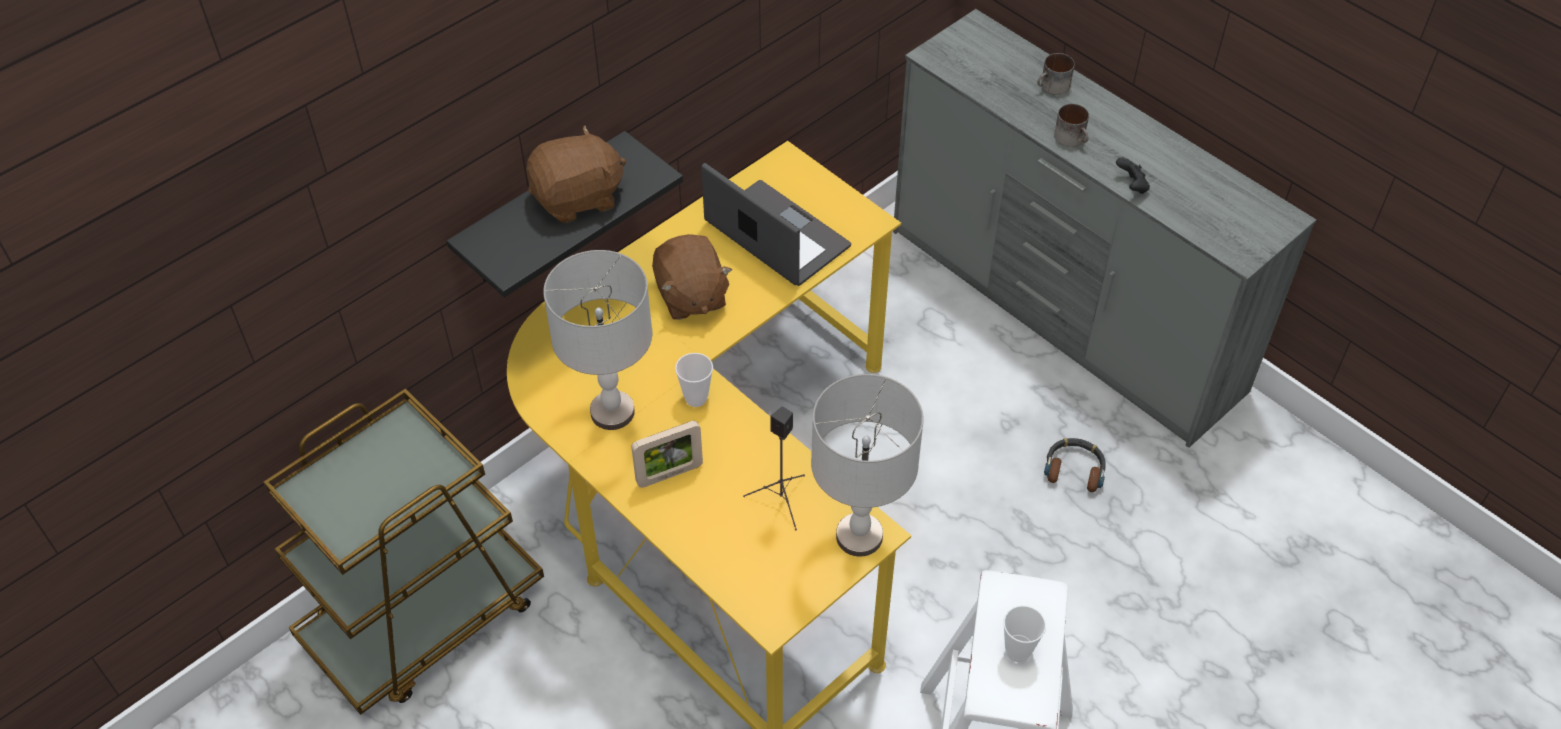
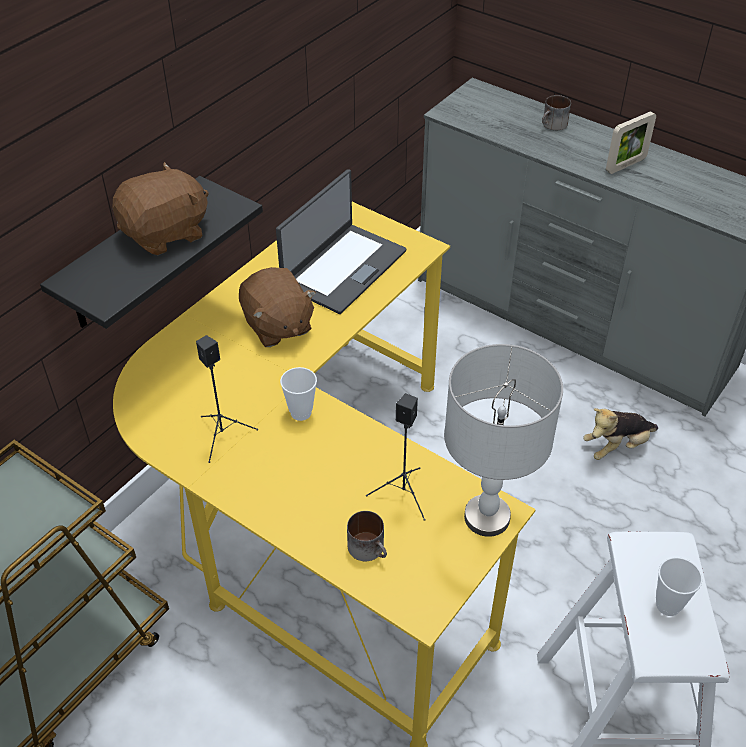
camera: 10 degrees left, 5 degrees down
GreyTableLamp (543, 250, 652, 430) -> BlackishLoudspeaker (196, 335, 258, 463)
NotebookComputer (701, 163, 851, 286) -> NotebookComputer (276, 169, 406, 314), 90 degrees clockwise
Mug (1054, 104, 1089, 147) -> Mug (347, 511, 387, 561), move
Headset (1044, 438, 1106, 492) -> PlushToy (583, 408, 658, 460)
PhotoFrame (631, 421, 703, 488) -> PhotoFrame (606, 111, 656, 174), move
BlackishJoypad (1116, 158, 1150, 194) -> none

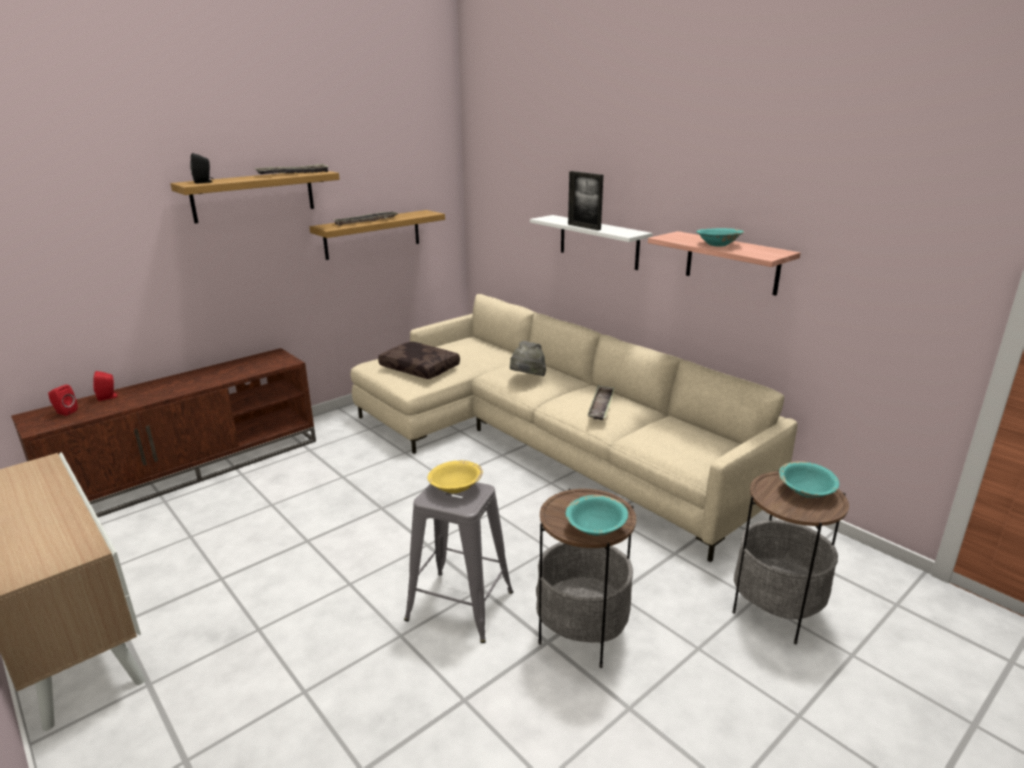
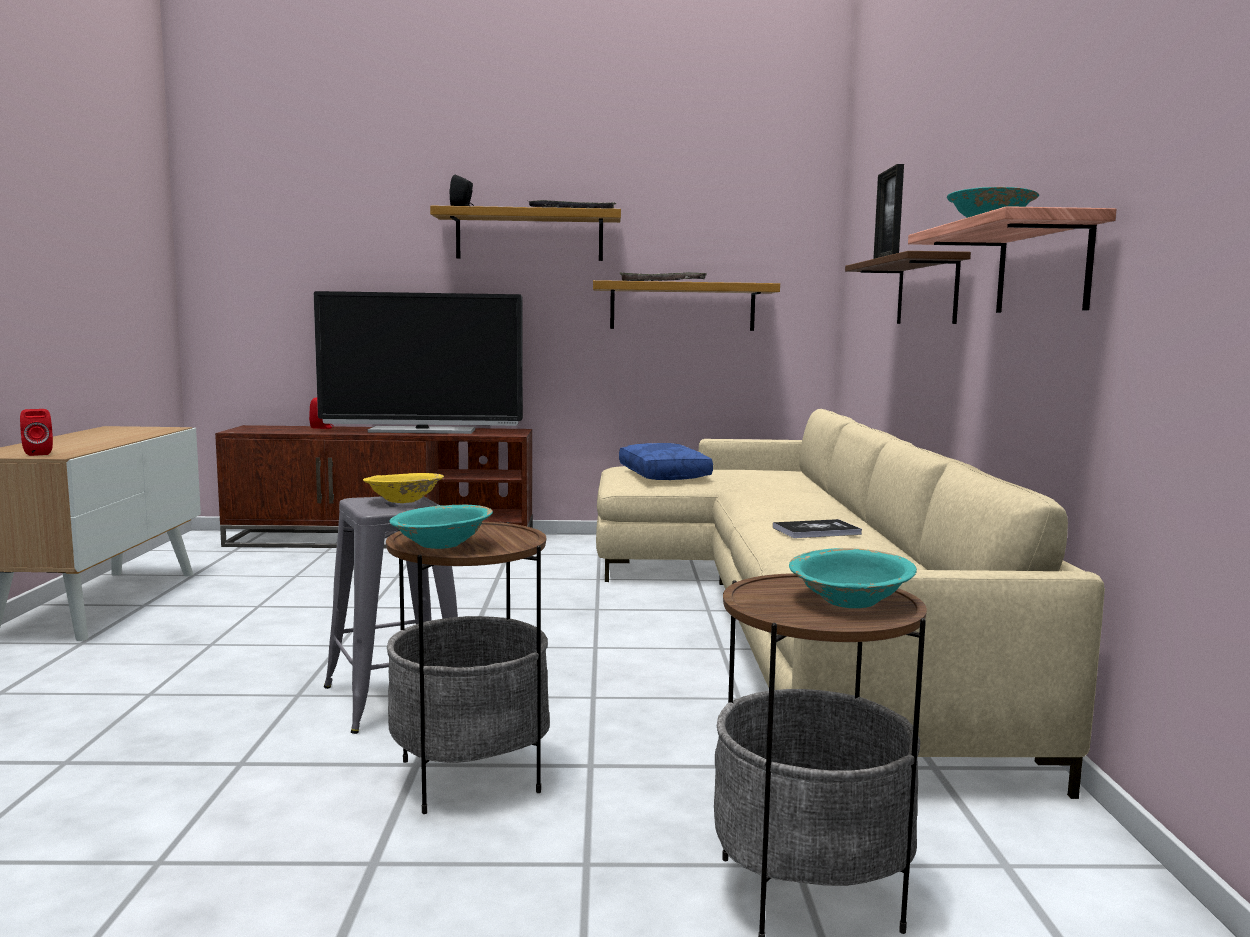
camera: 40 degrees right, 15 degrees down
RedColouredLoudspeaker (48, 384, 78, 416) -> RedColouredLoudspeaker (20, 409, 53, 456), move
none -> Television (314, 291, 523, 434)
BrownishPillow (378, 342, 460, 379) -> BluishPillow (619, 443, 713, 480)
Tray (588, 385, 615, 420) -> Book (773, 519, 862, 538)
WhiteWallShelf (530, 215, 653, 270) -> BrownishWallShelf (845, 251, 971, 324)
GreyClothingHat (510, 341, 546, 376) -> none

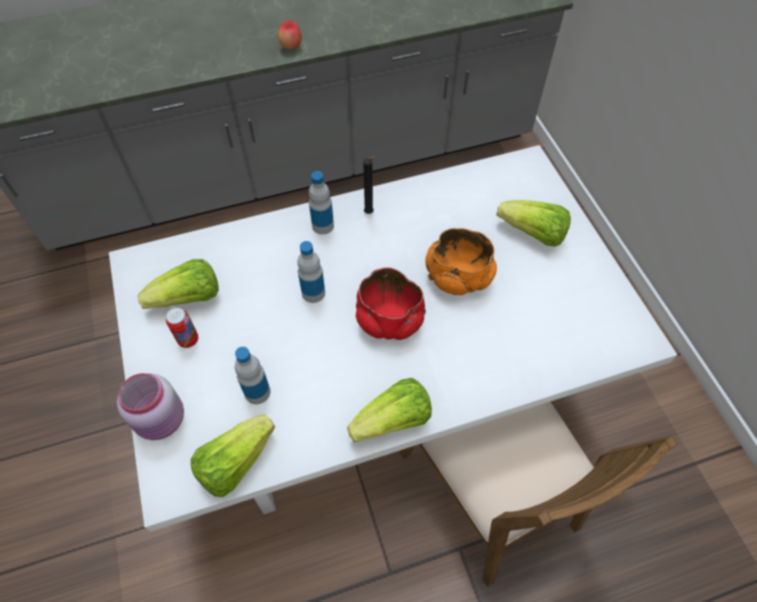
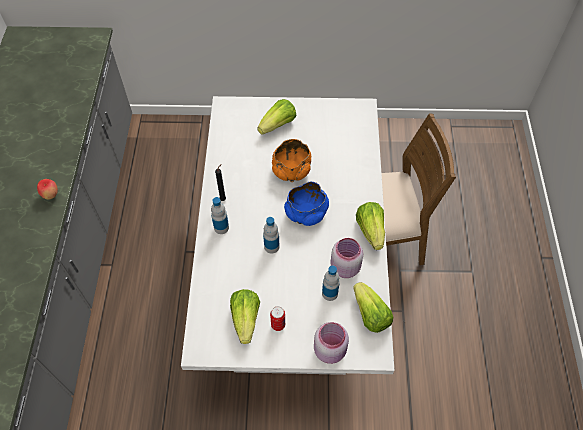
camera: 70 degrees left, 0 degrees up
RedColouredBowl (356, 268, 426, 340) -> BluishBowl (284, 182, 329, 226)
none -> PinkJar (330, 238, 363, 278)

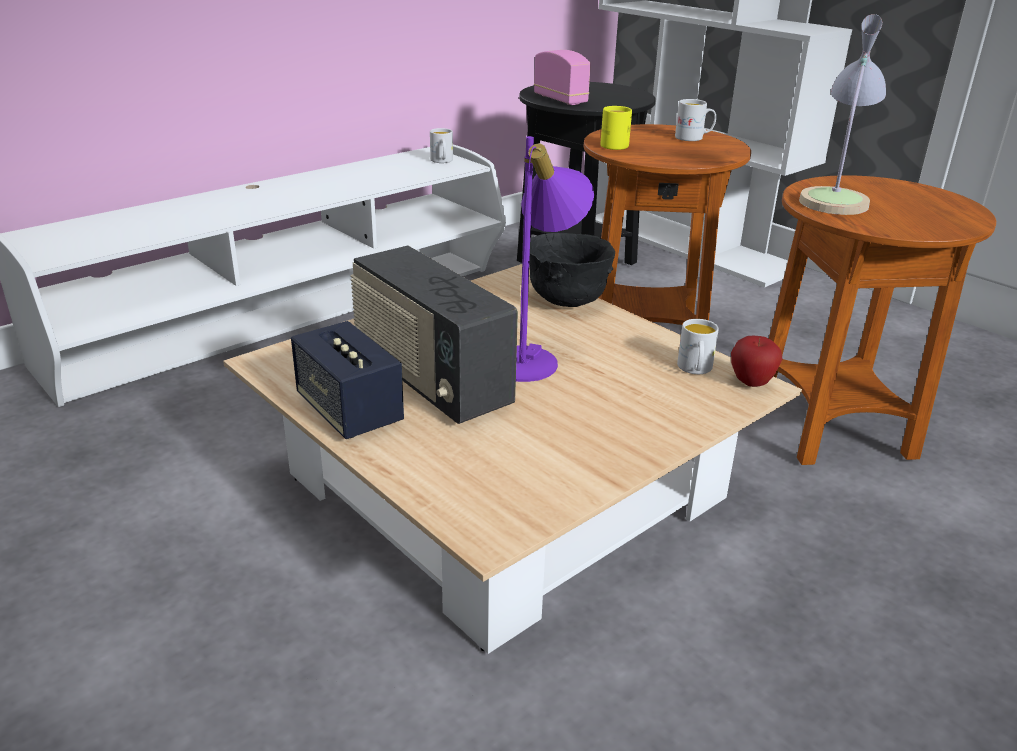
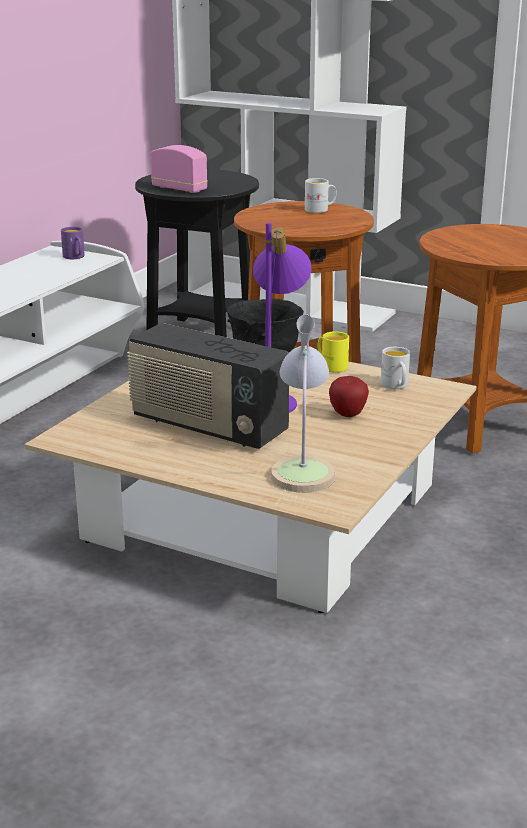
camera: 20 degrees left, 5 degrees down
WhiteMug (430, 128, 453, 163) -> PurpleColouredMug (61, 227, 85, 259)
TableLamp (799, 14, 886, 215) -> TableLamp (271, 314, 335, 493), move
YellowishMug (600, 106, 632, 150) -> YellowishMug (318, 331, 349, 373), move
Apple (731, 335, 782, 387) -> Apple (329, 376, 369, 417), move
Loudspeaker (291, 321, 404, 439) -> none

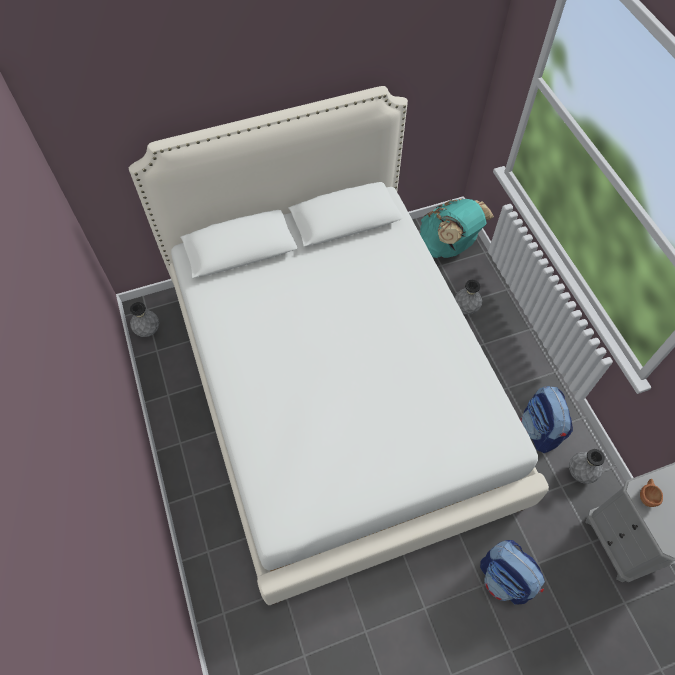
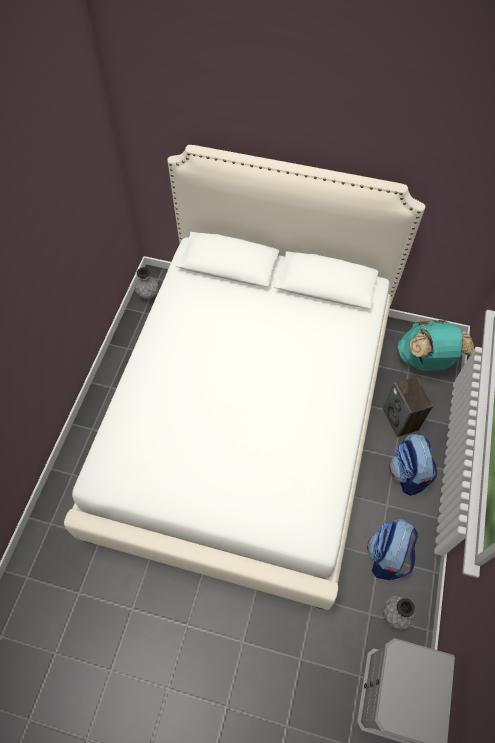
camera: 35 degrees right, 0 degrees up
GreyDecorativeVase (455, 280, 482, 315) -> Loudspeaker (383, 377, 433, 437)
Rucksack (480, 540, 545, 605) -> Rucksack (389, 434, 437, 496), move
BrownishCup (640, 479, 663, 507) -> none

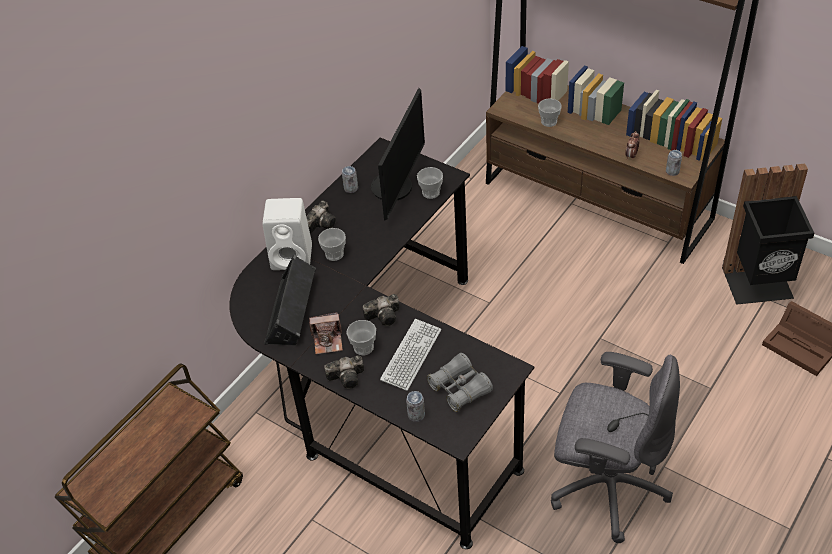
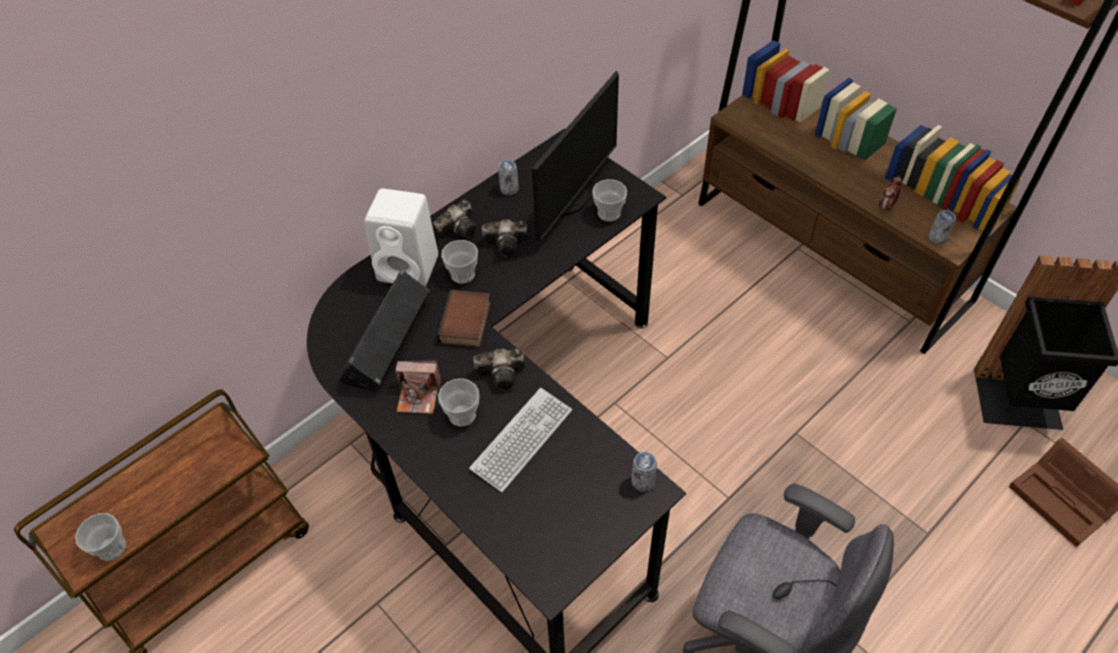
camera: 10 degrees right, 5 degrees up
Cup (538, 99, 562, 127) -> Cup (75, 513, 126, 561), move
none -> Book (436, 290, 491, 348)
StillCamera (324, 355, 364, 389) -> StillCamera (482, 219, 528, 257), move
SealedCan (406, 391, 425, 422) -> SealedCan (631, 452, 657, 492), move
GreyBinoculars (427, 353, 493, 412) -> none

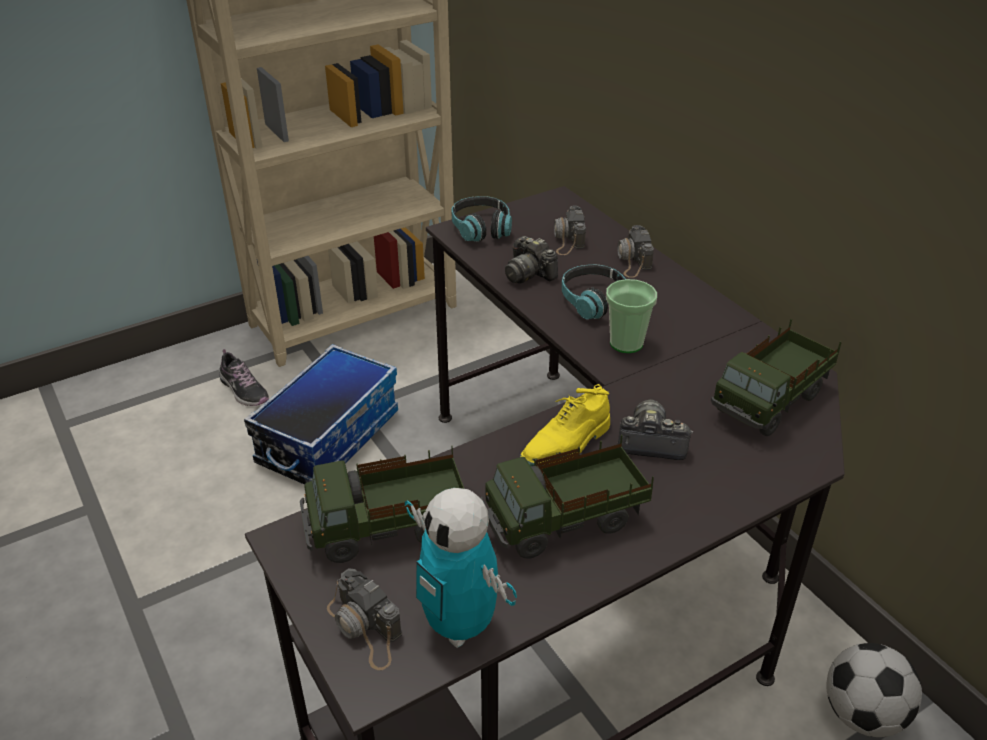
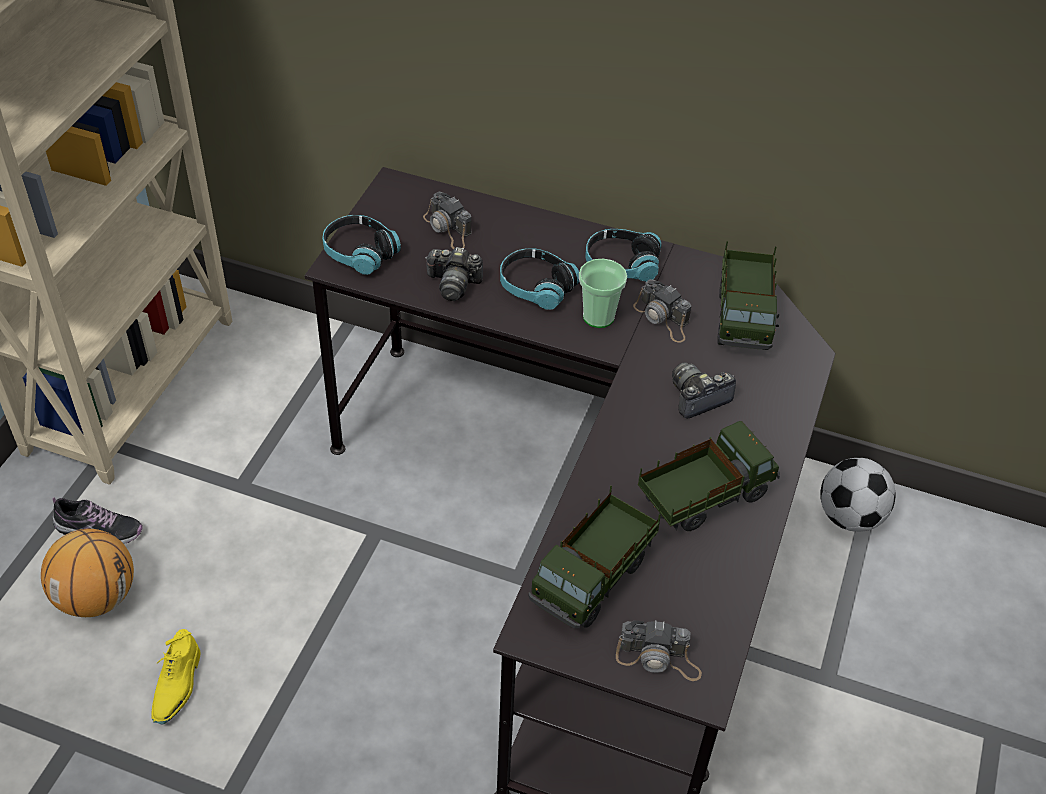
camera: 40 degrees left, 10 degrees up
none -> BallForBasketball (41, 529, 134, 617)
YellowishLowShoe (520, 384, 610, 466) -> YellowishLowShoe (151, 629, 200, 724), move
none -> Headset (585, 229, 662, 282)
StillCamera (617, 225, 654, 278) -> StillCamera (633, 279, 691, 343), move
ToyLorry (481, 435, 654, 558) -> ToyLorry (638, 421, 780, 531), 150 degrees counterclockwise
StorageBox (244, 344, 398, 485) -> none
ToyRobot (405, 488, 517, 648) -> none

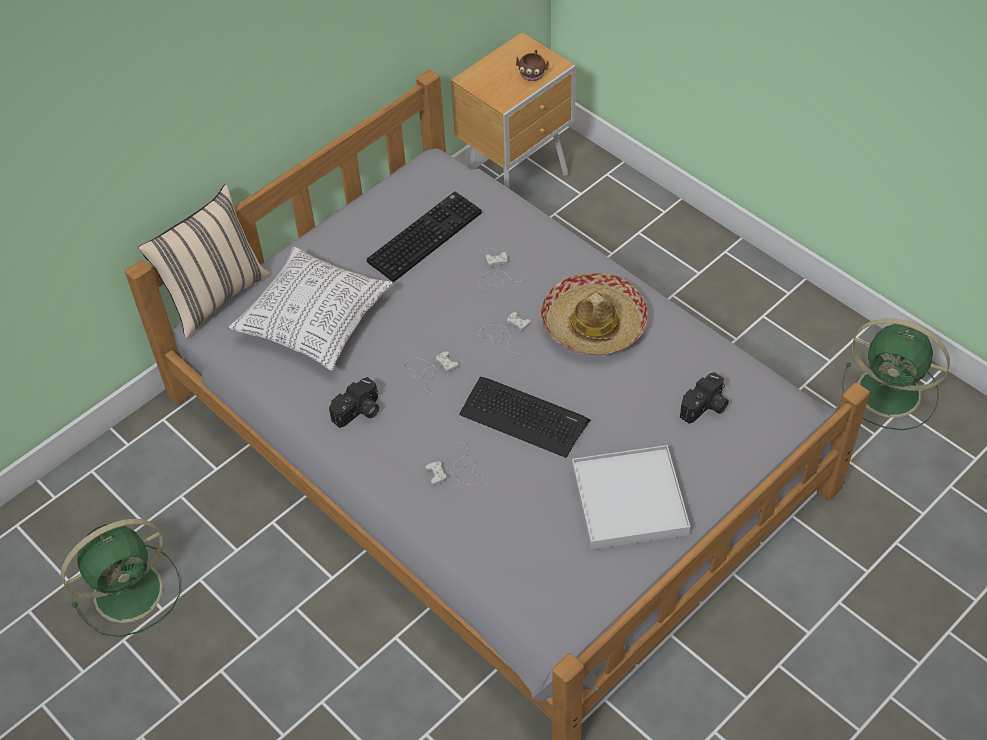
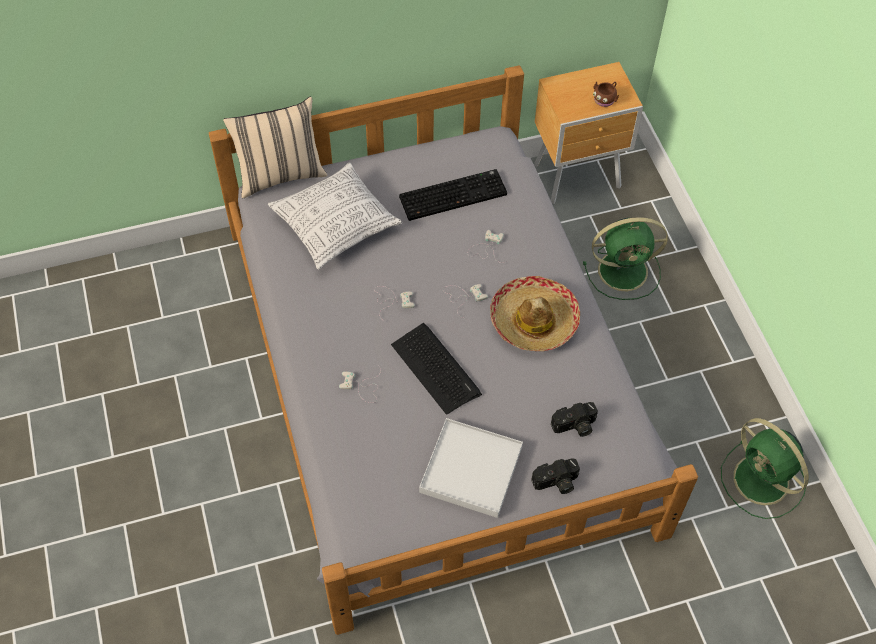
camera: 25 degrees right, 5 degrees up
StillCamera (329, 377, 379, 428) -> StillCamera (531, 458, 580, 494), move
GreenColouredCoolingFan (61, 519, 181, 637) -> GreenColouredCoolingFan (583, 217, 668, 300), move

